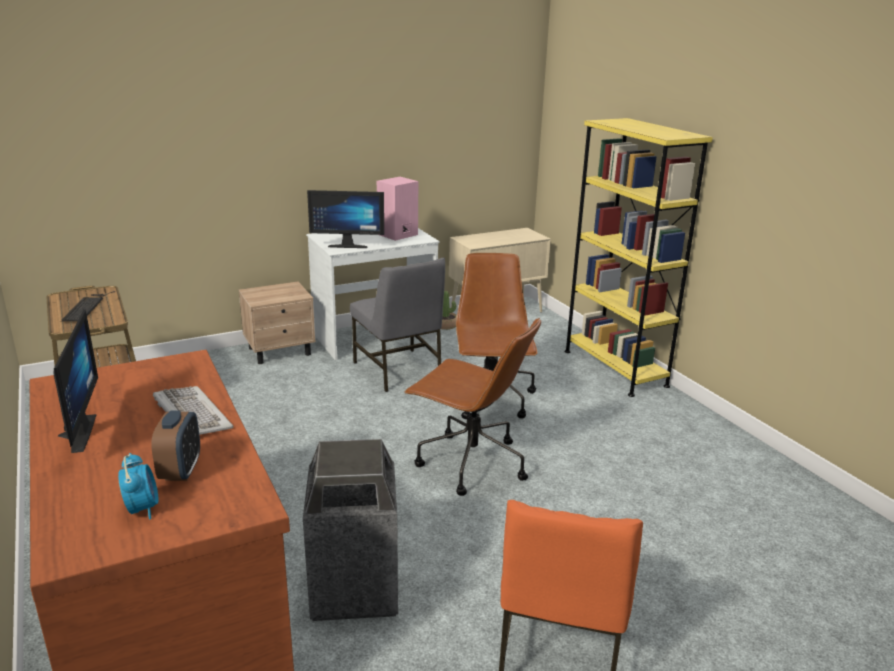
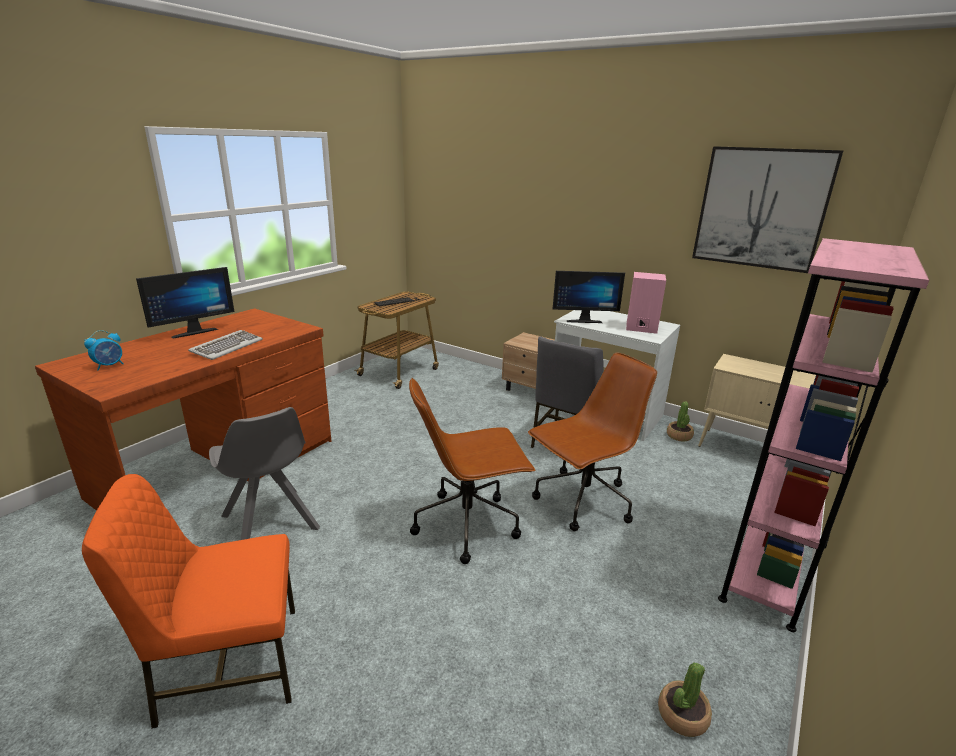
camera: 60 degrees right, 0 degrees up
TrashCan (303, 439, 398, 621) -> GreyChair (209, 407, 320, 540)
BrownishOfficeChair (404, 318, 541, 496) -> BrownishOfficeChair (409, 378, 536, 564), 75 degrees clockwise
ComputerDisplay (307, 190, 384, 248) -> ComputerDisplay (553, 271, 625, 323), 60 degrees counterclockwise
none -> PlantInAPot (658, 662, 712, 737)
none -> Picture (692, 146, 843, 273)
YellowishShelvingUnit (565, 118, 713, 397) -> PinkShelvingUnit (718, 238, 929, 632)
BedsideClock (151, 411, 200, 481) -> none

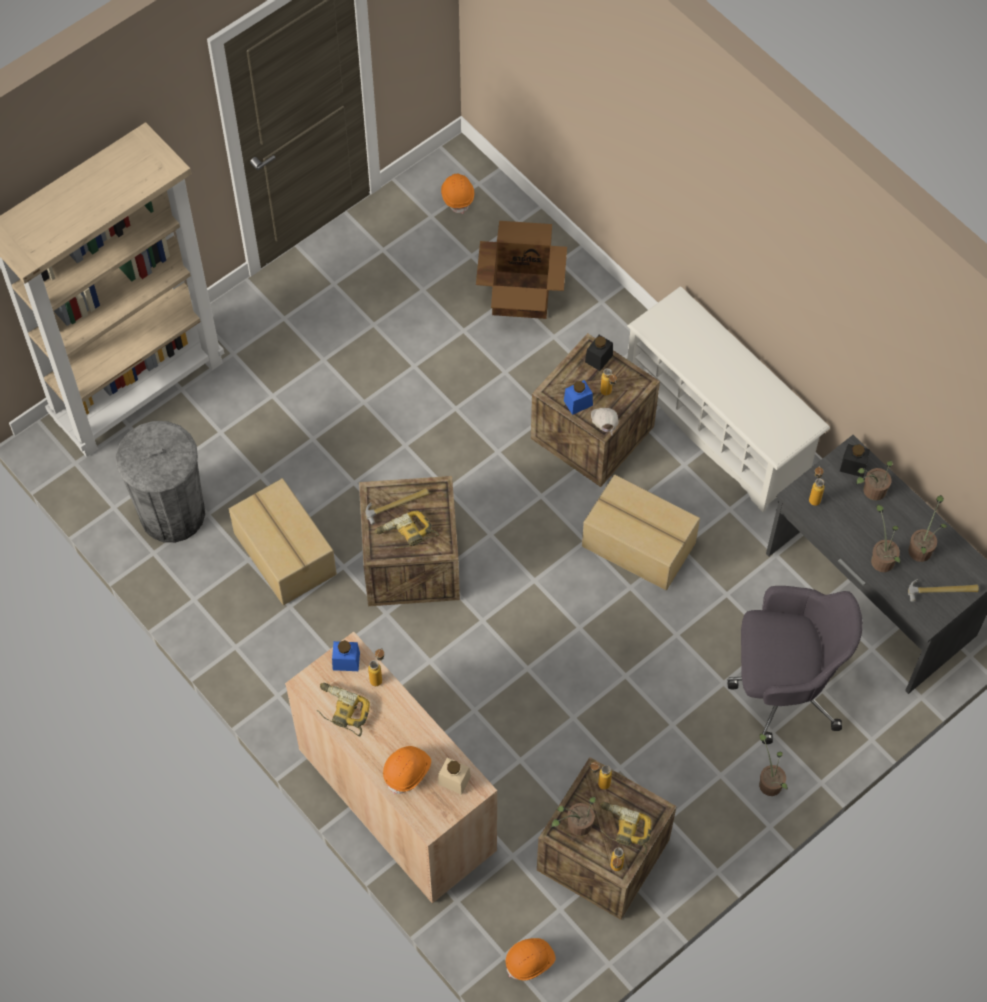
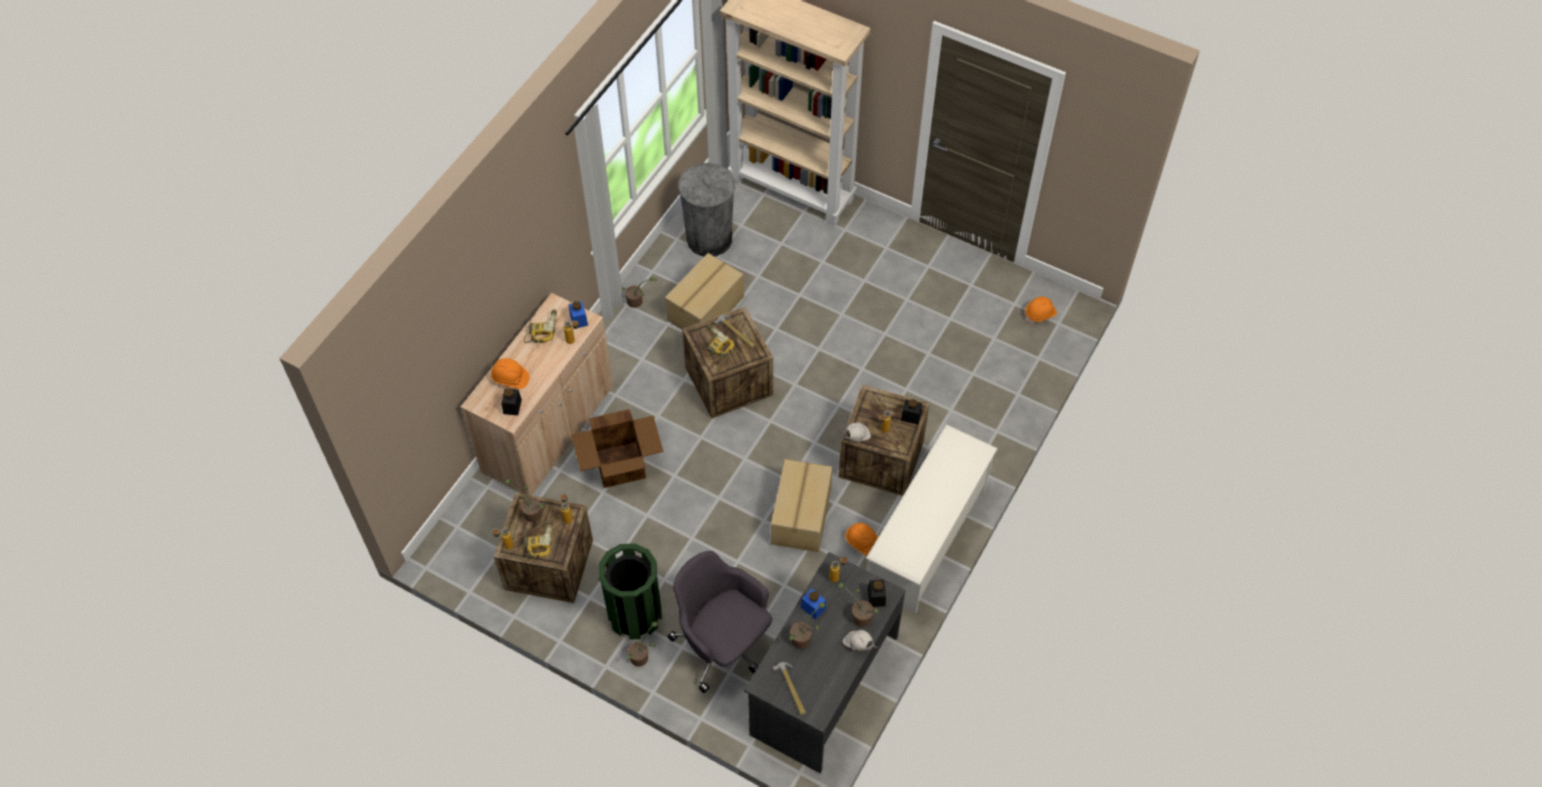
camera: 70 degrees right, 5 degrees down
BeigeColouredJar (438, 757, 471, 795) -> BlackishJar (501, 388, 522, 415)
PackingBox (476, 221, 567, 319) -> PackingBox (571, 409, 663, 488), move
none -> GreenColouredTrashCan (598, 543, 662, 640)
PlantInAPot (908, 495, 947, 562) -> PlantInAPot (622, 277, 657, 308), move
GreyOfficeChair (727, 586, 863, 744) -> GreyOfficeChair (668, 551, 772, 693), 150 degrees clockwise
BluishJar (564, 380, 593, 415) -> BluishJar (801, 589, 826, 620), move
none -> WhiteBaseballCap (843, 630, 878, 650)
OrangeColouredSafetyHelmet (506, 938, 556, 981) -> OrangeColouredSafetyHelmet (846, 523, 878, 556), move

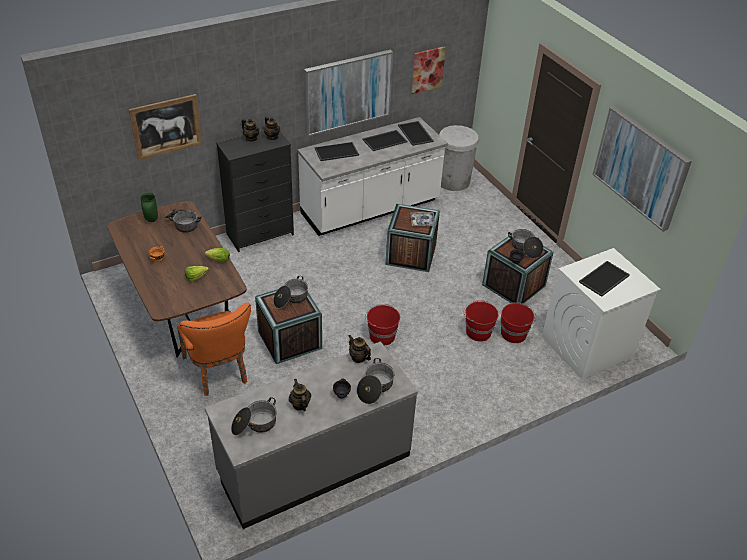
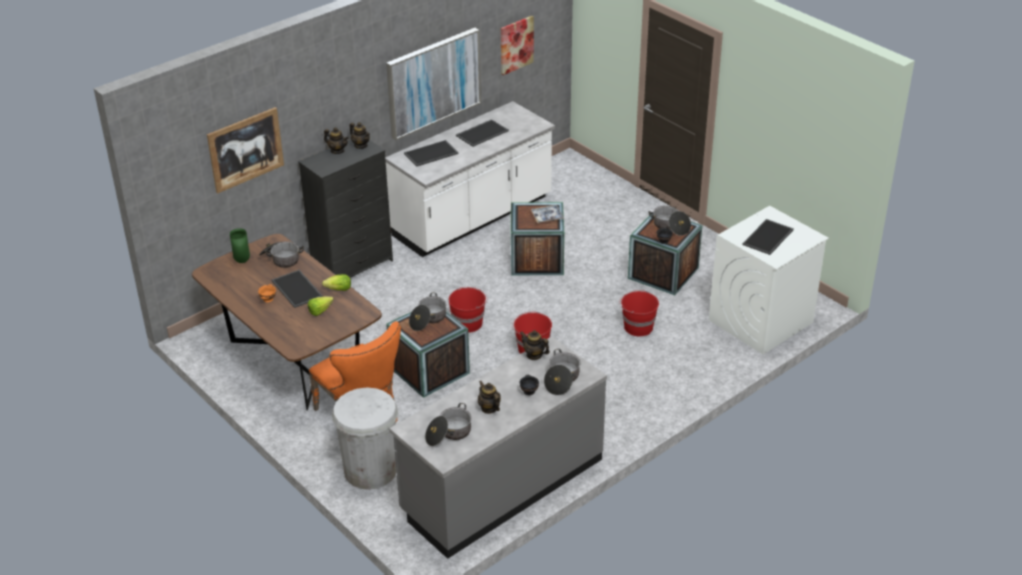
camera: 10 degrees left, 5 degrees down
Tray (398, 121, 434, 146) -> Tray (272, 270, 323, 308), move
WhiteTrashCan (439, 125, 479, 191) -> WhiteTrashCan (332, 387, 398, 490), move
RedColouredWaterBucket (501, 302, 536, 343) -> RedColouredWaterBucket (449, 287, 488, 333), move
Picture (592, 106, 692, 232) -> none

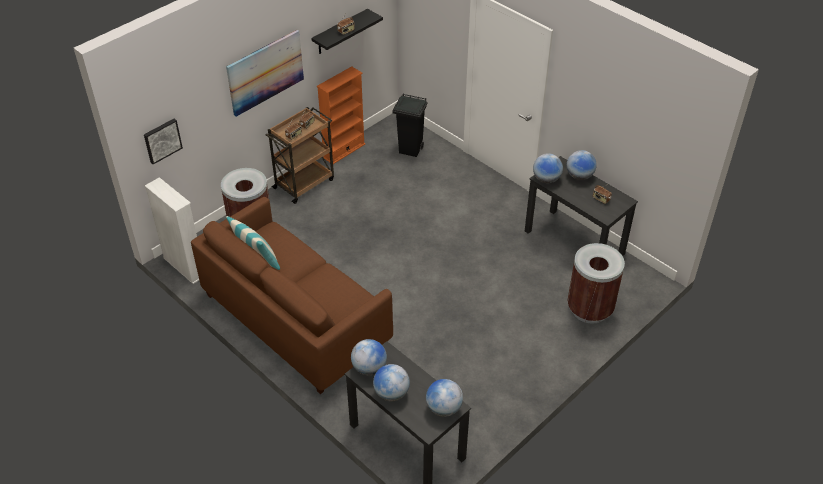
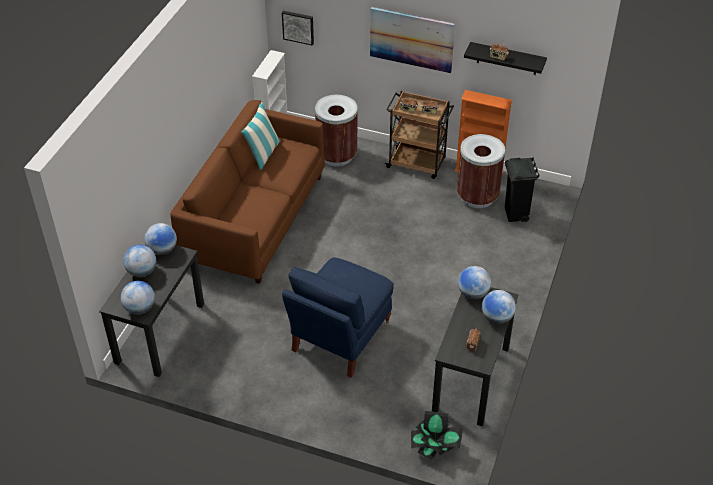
camera: 65 degrees right, 0 degrees up
none -> BluishArmchair (282, 258, 394, 378)
none -> PlantInAPot (411, 411, 463, 460)
BrownishTrashCan (567, 243, 625, 324) -> BrownishTrashCan (457, 134, 505, 208), move

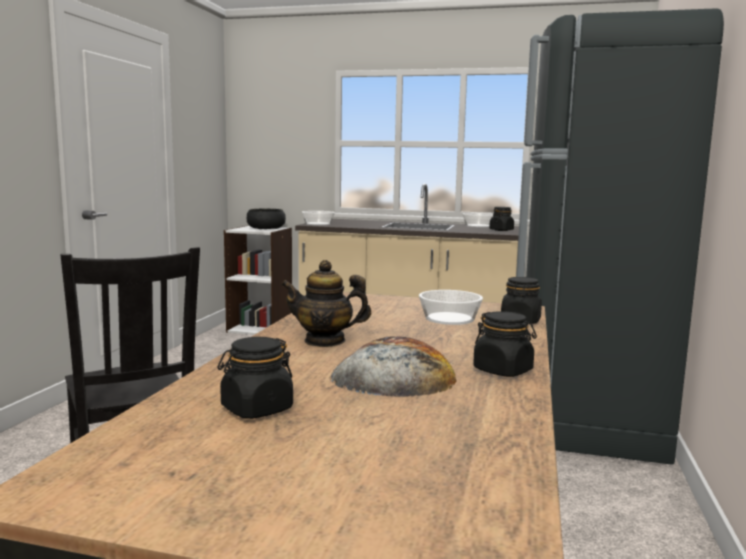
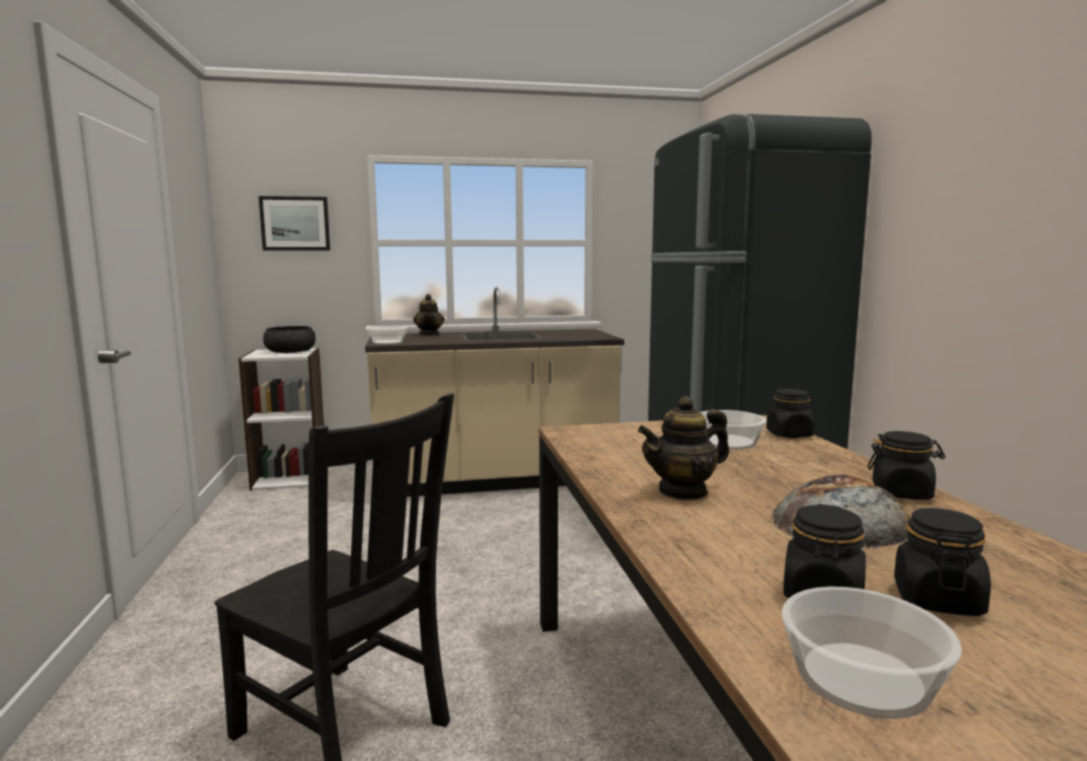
camera: 25 degrees left, 0 degrees up
none -> Picture (259, 196, 330, 251)
none -> TeaPot (413, 294, 444, 336)
Bowl (463, 213, 494, 227) -> Bowl (781, 587, 962, 719), move
BlackishJar (489, 207, 514, 231) -> BlackishJar (894, 508, 991, 616), move

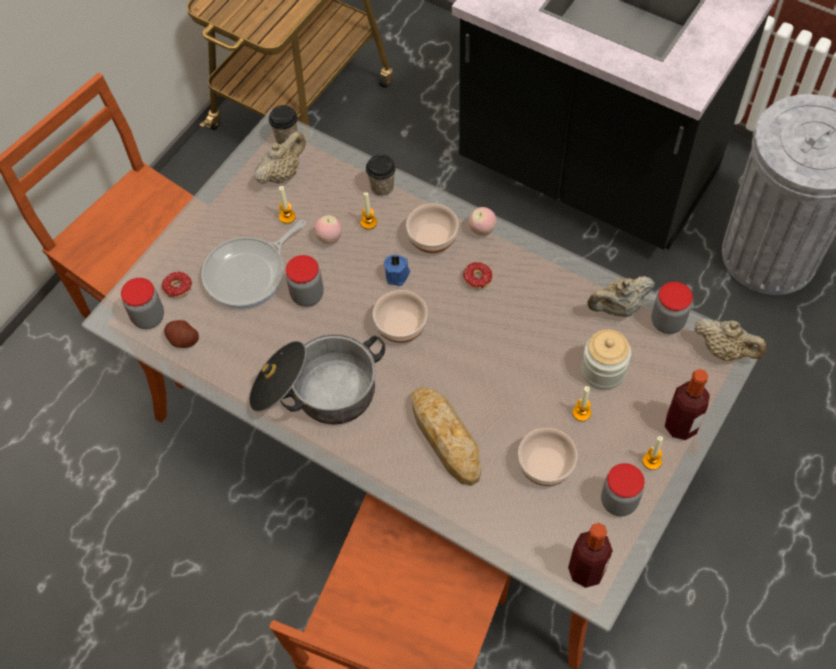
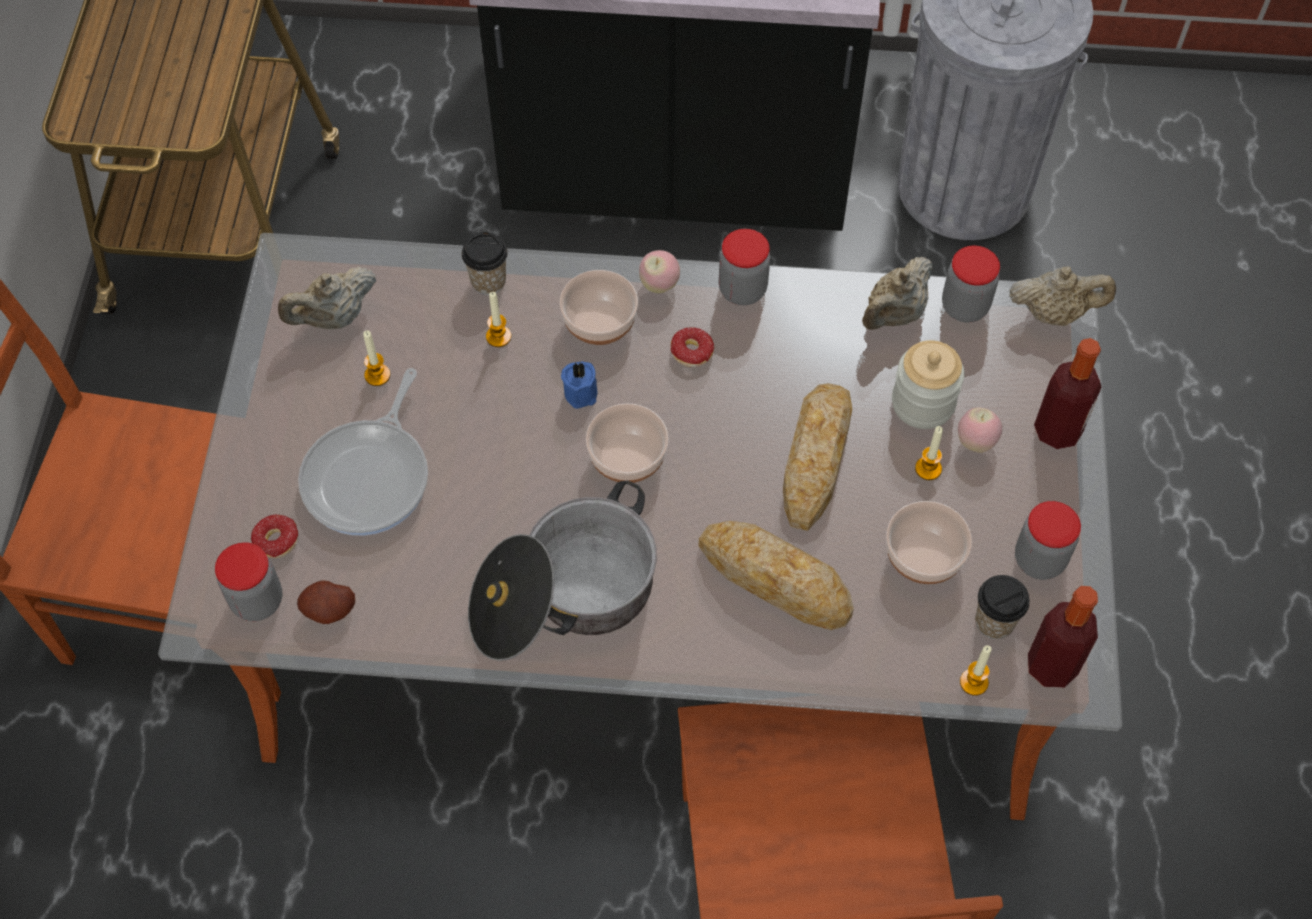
camera: 30 degrees left, 0 degrees up
BeigeColouredTeaPot (255, 132, 306, 184) -> BeigeColouredTeaPot (278, 266, 376, 330), 135 degrees counterclockwise
Jar (286, 255, 324, 307) -> Jar (718, 229, 770, 305), move
none -> BakeryBread (783, 383, 852, 531)
Apple (314, 215, 342, 244) -> Apple (958, 408, 1002, 453), move
Candle (643, 436, 663, 470) -> Candle (960, 645, 992, 696), move
Cup (269, 105, 298, 144) -> Cup (975, 575, 1030, 639), move

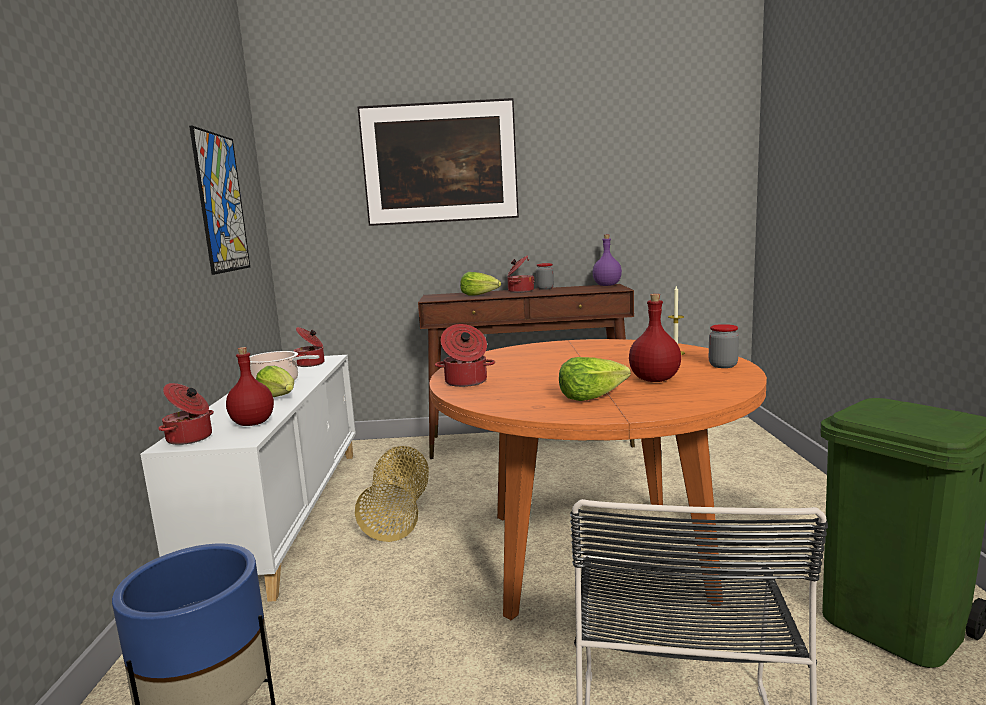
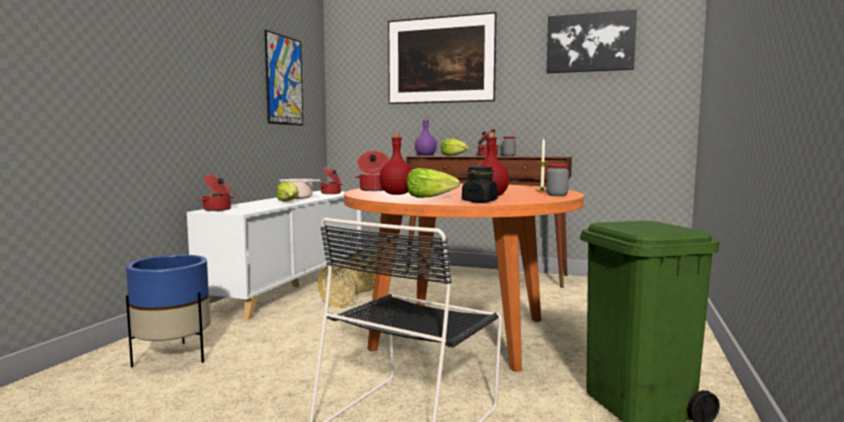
camera: 20 degrees right, 5 degrees down
RedColouredBottle (226, 347, 274, 426) -> RedColouredBottle (379, 133, 412, 195), move
PurpleColouredBottle (593, 234, 622, 286) -> PurpleColouredBottle (415, 117, 437, 156), move
none -> BlackishJar (462, 166, 498, 203)
none -> Picture (546, 10, 637, 73)

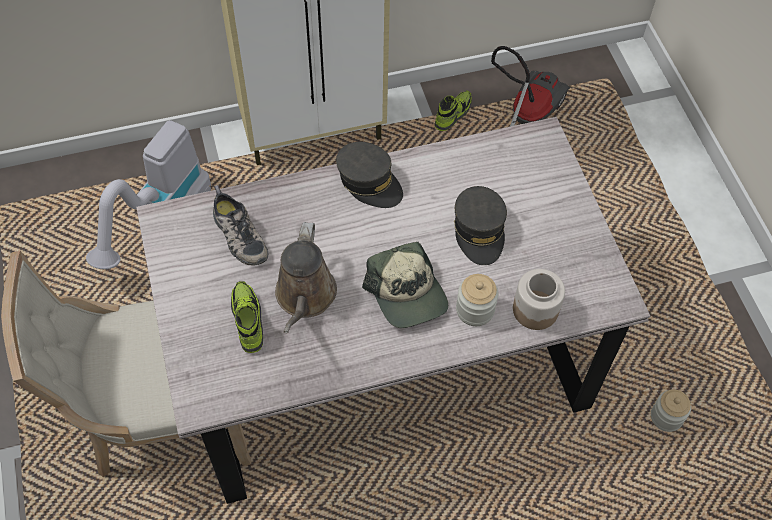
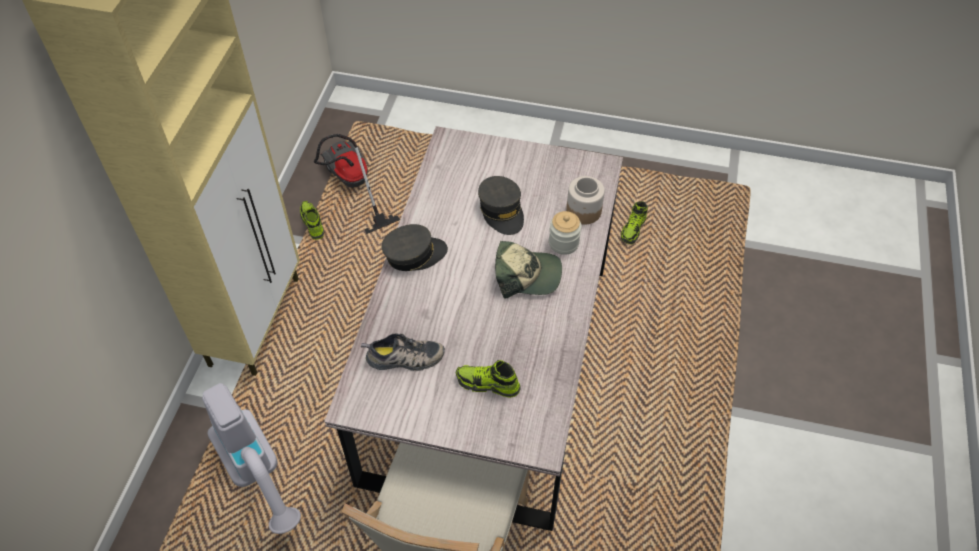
camera: 60 degrees left, 5 degrees down
GreyBaseballCap (454, 186, 507, 265) -> GreyBaseballCap (478, 176, 524, 235), 45 degrees clockwise
Jar (651, 389, 691, 432) -> LowShoe (621, 201, 648, 244)
BrownishSprinklingCan (275, 222, 337, 333) -> none

